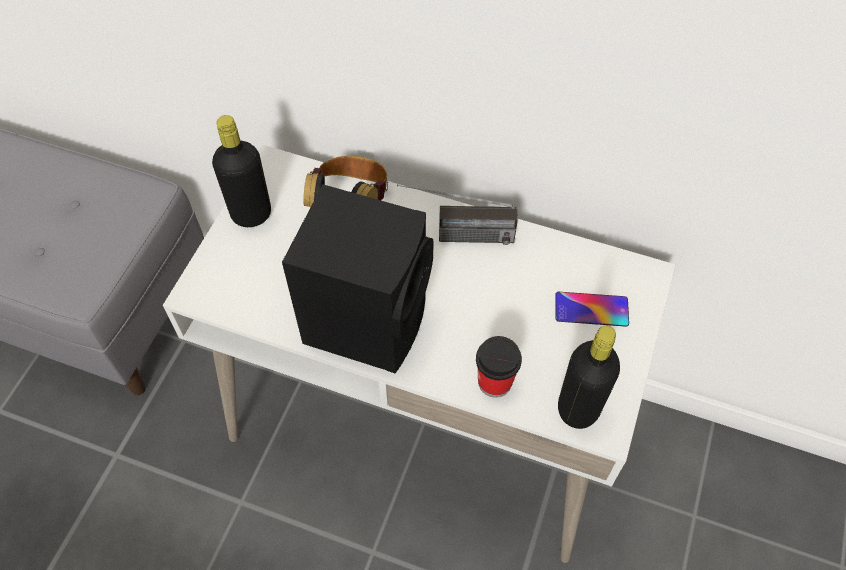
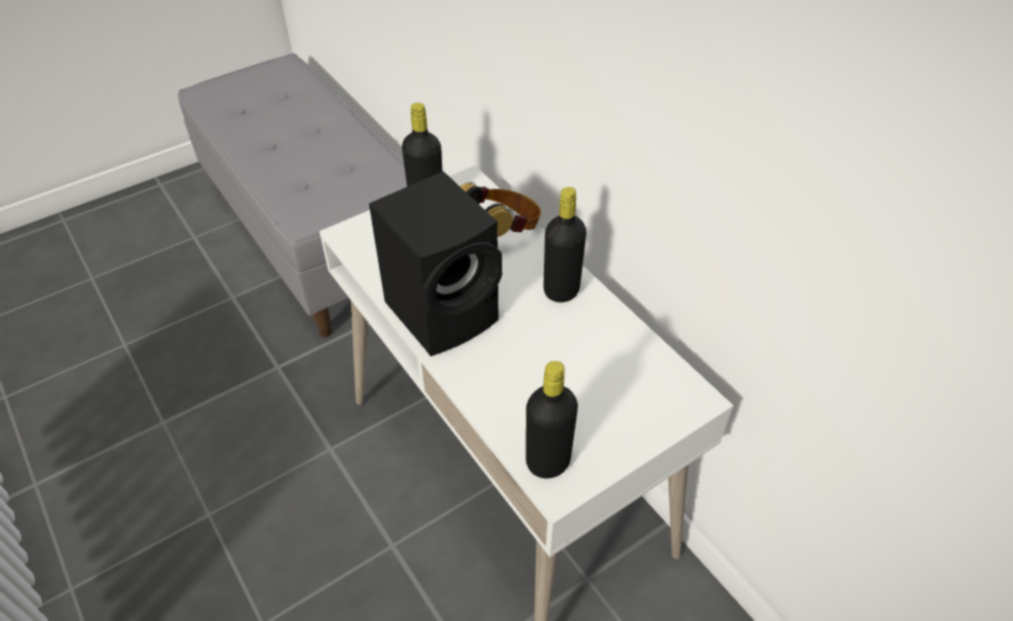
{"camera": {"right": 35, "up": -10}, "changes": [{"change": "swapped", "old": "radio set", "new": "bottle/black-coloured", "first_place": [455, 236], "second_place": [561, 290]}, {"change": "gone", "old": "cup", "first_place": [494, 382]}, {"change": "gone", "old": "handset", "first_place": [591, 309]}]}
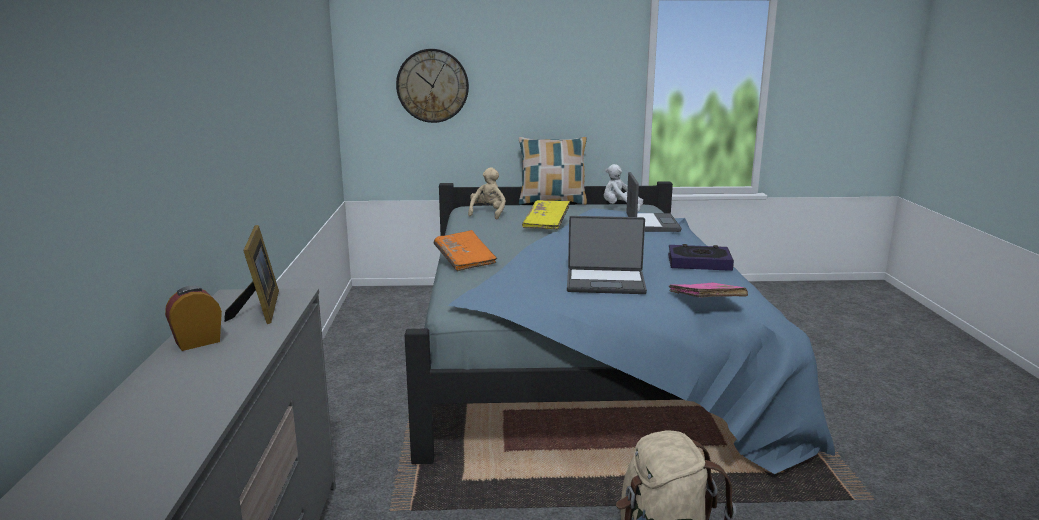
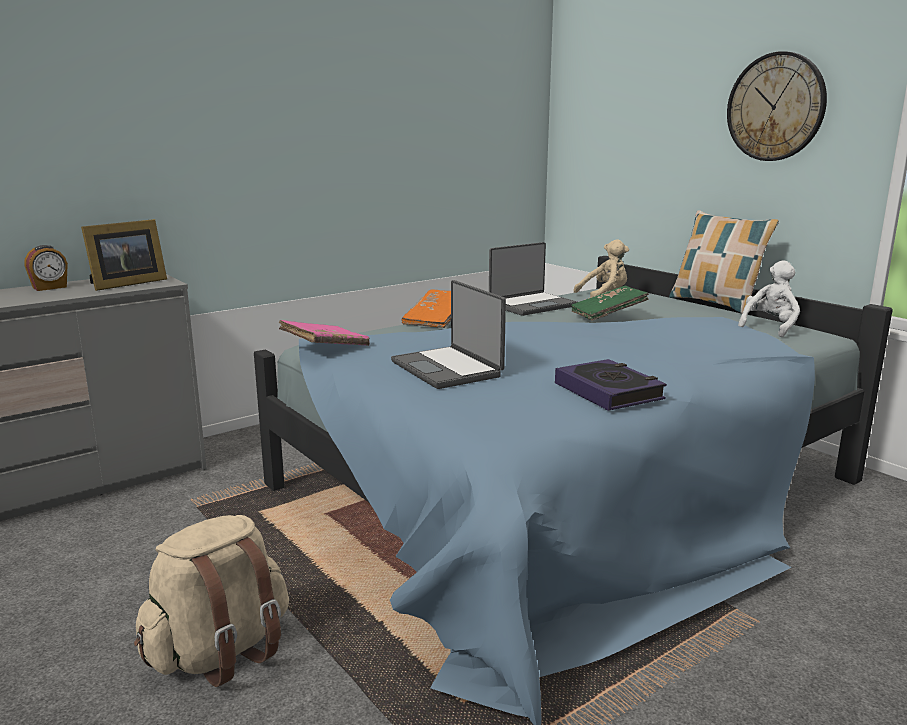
{"camera": {"right": 55, "up": 0}, "changes": [{"change": "rotated", "old": "table clock", "first_place": [197, 342], "second_place": [50, 287], "degrees": 120}, {"change": "shifted", "old": "wall clock", "first_place": [432, 86], "second_place": [775, 107]}, {"change": "repainted", "old": "volume/yellow-coloured", "new": "volume/green", "first_place": [546, 224], "second_place": [608, 314]}, {"change": "rotated", "old": "cuddly toy/whitish", "first_place": [620, 208], "second_place": [769, 327], "degrees": 60}, {"change": "shifted", "old": "laptop", "first_place": [651, 224], "second_place": [531, 305]}, {"change": "shifted", "old": "volume/pink", "first_place": [705, 302], "second_place": [325, 347]}]}
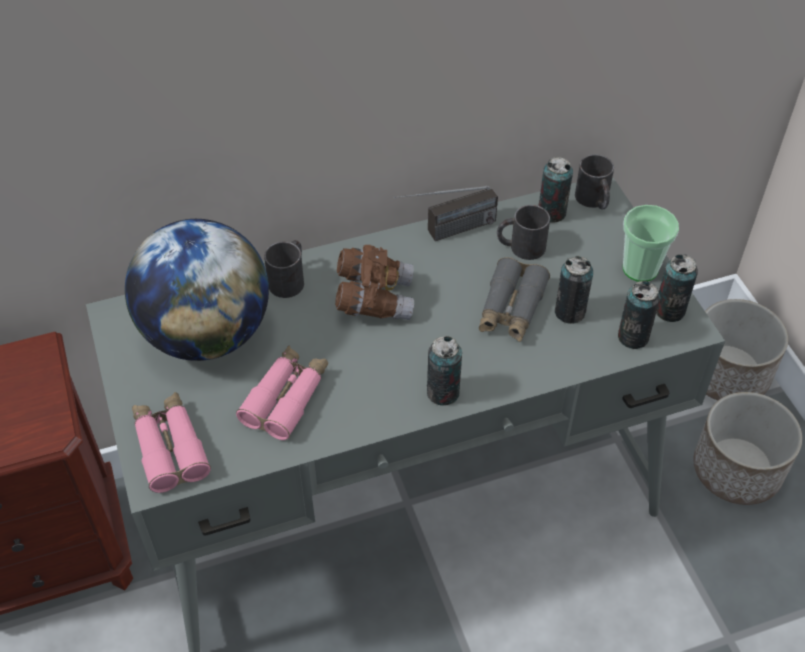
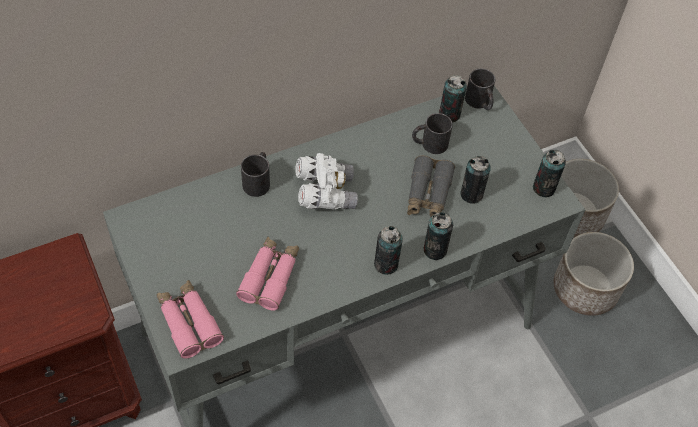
{"camera": {"right": -10, "up": 5}, "changes": [{"change": "gone", "old": "world globe", "first_place": [207, 334]}, {"change": "repainted", "old": "pair of binoculars/brown", "new": "pair of binoculars/whitish", "first_place": [374, 298], "second_place": [325, 192]}, {"change": "gone", "old": "radio set", "first_place": [446, 232]}, {"change": "shifted", "old": "can", "first_place": [633, 337], "second_place": [435, 250]}, {"change": "gone", "old": "cup", "first_place": [640, 269]}]}
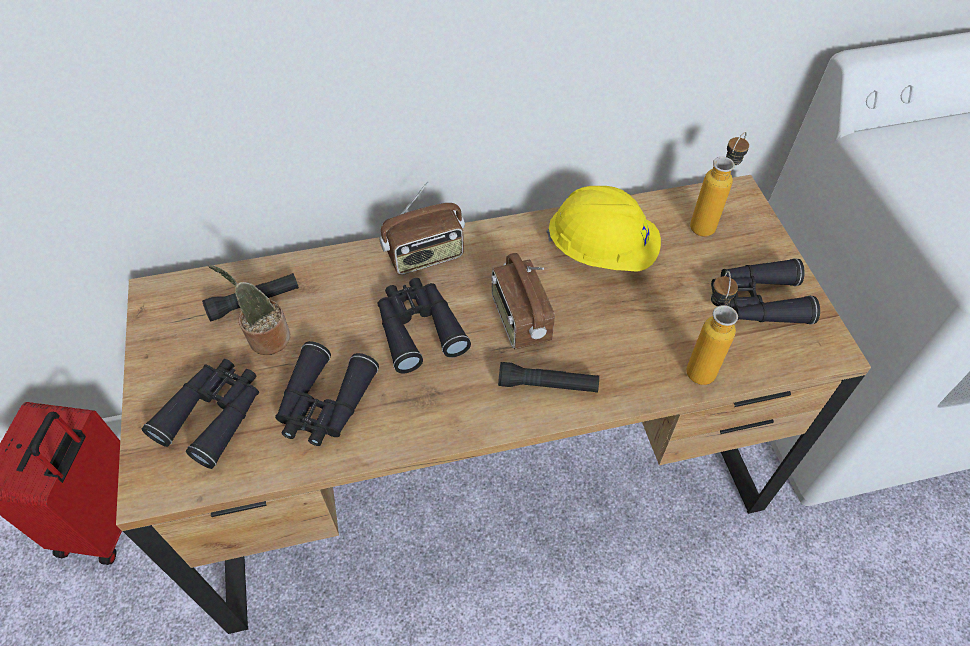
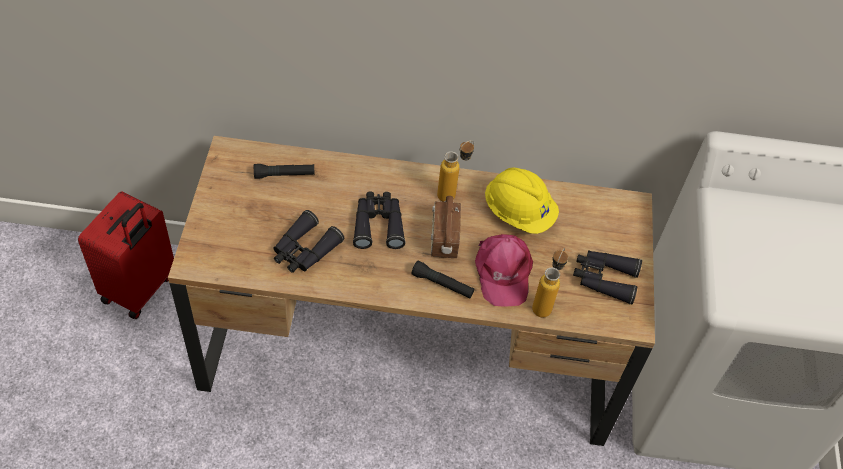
{"camera": {"right": 15, "up": 0}, "changes": [{"change": "gone", "old": "pair of binoculars/black-coloured", "first_place": [214, 415]}, {"change": "gone", "old": "plant in a pot", "first_place": [266, 338]}, {"change": "gone", "old": "radio set", "first_place": [425, 256]}, {"change": "shifted", "old": "bottle", "first_place": [708, 222], "second_place": [452, 193]}, {"change": "new", "new": "peaked cap/pink", "second_place": [502, 272]}]}
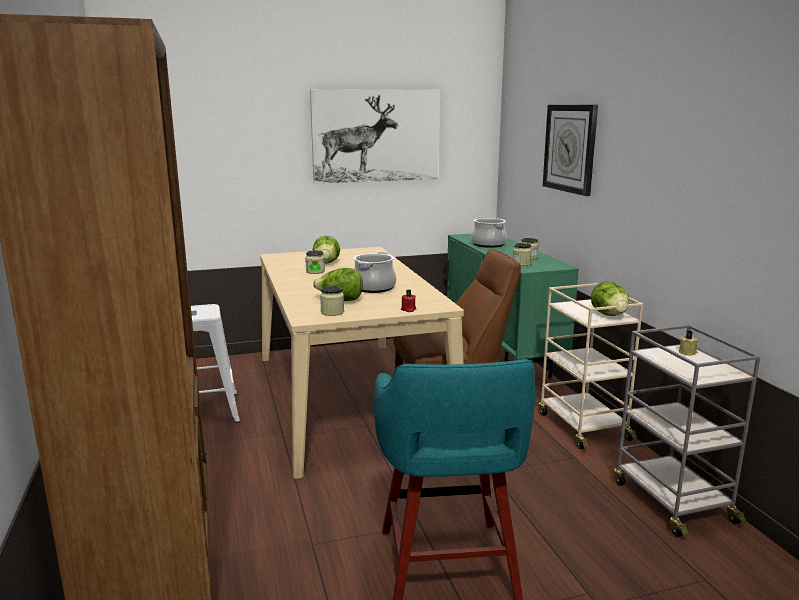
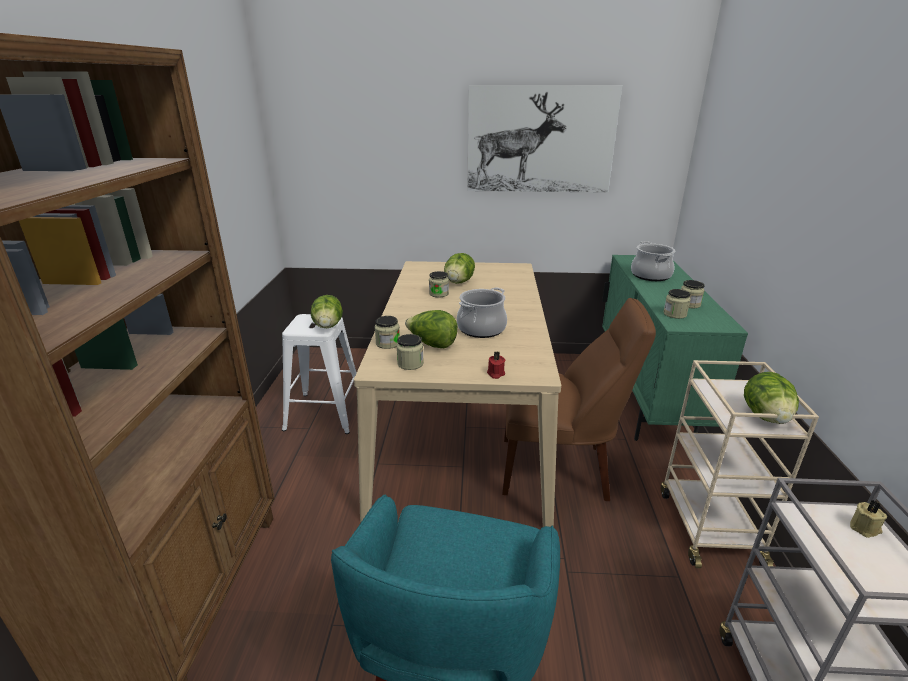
{"camera": {"right": 20, "up": 10}, "changes": [{"change": "gone", "old": "wall clock", "first_place": [570, 148]}, {"change": "new", "new": "head of lettuce", "second_place": [328, 326]}, {"change": "new", "new": "jar", "second_place": [388, 343]}]}
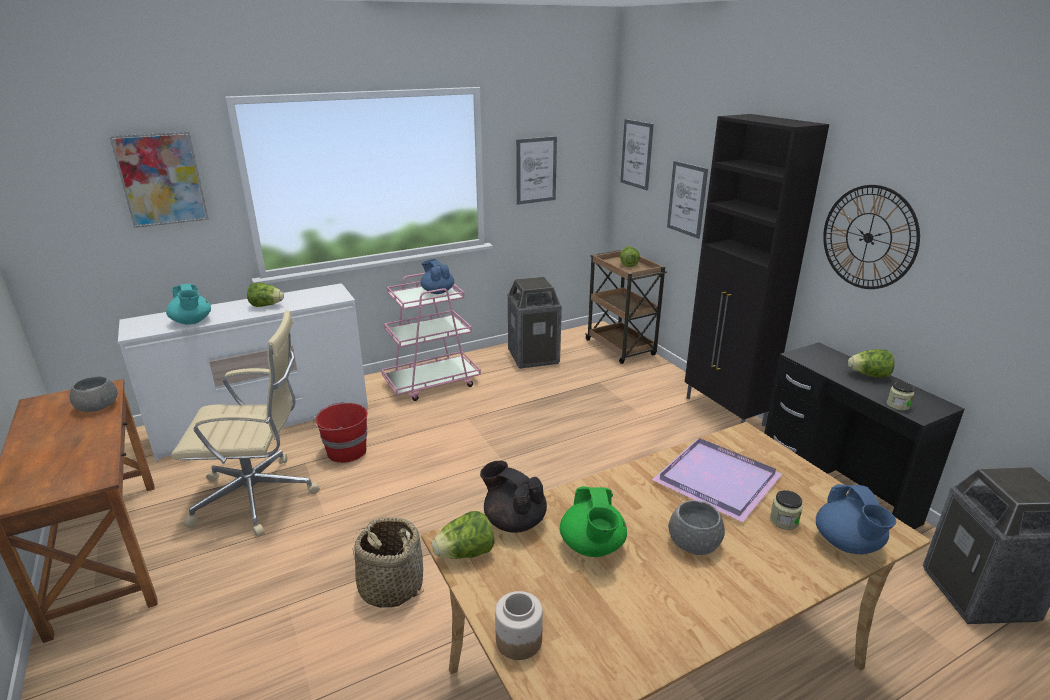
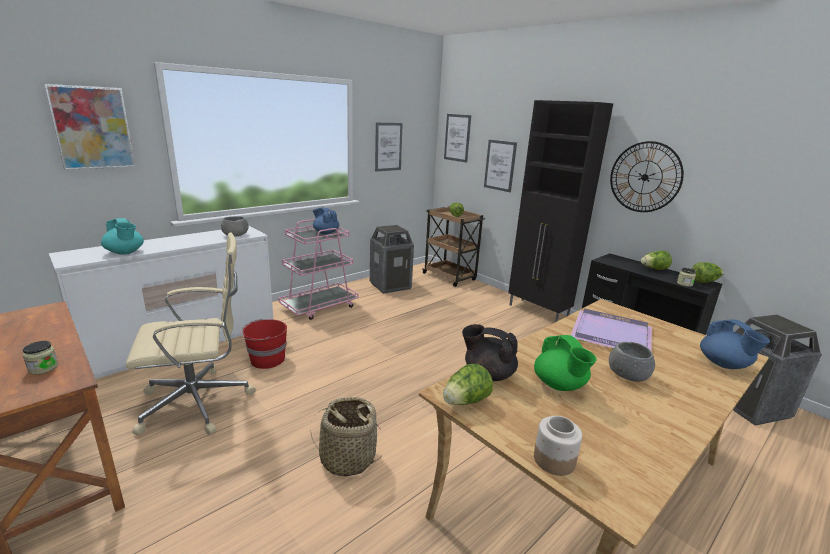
{"camera": {"right": -15, "up": -5}, "changes": [{"change": "shifted", "old": "serving bowl/greyish", "first_place": [97, 406], "second_place": [235, 235]}, {"change": "shifted", "old": "head of lettuce", "first_place": [266, 305], "second_place": [704, 281]}, {"change": "shifted", "old": "jar", "first_place": [784, 521], "second_place": [43, 368]}]}
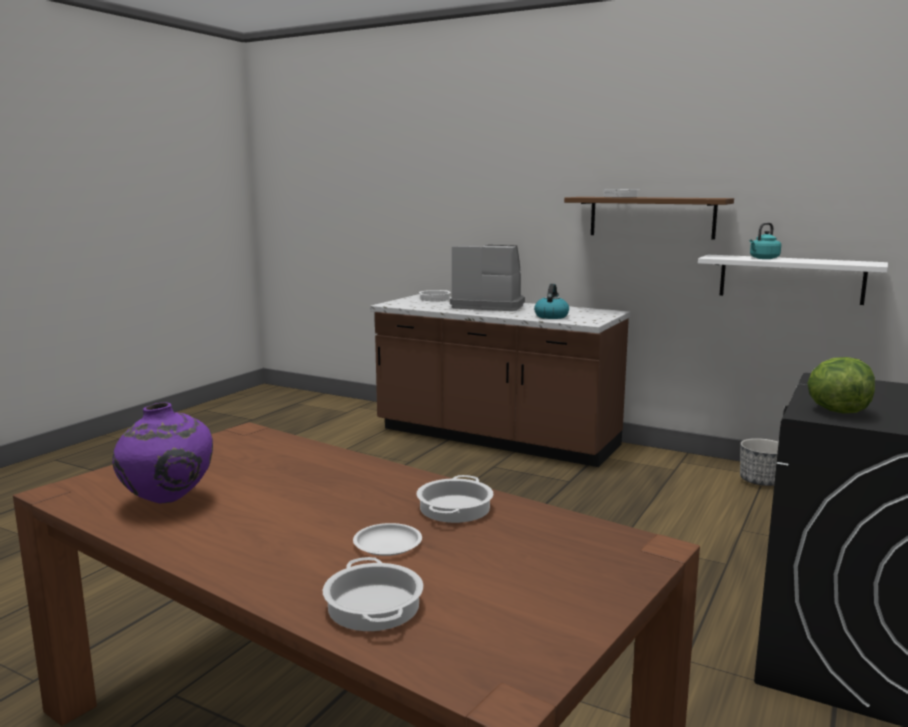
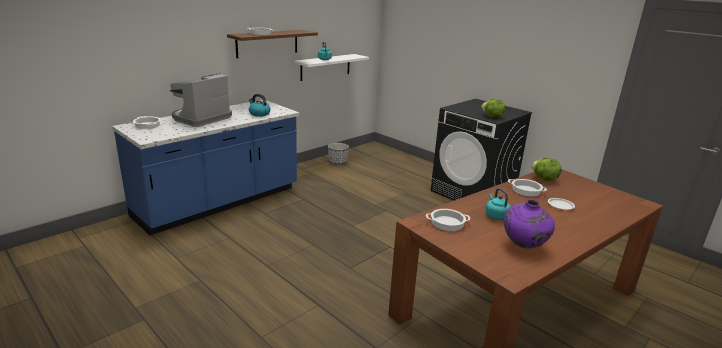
{"camera": {"right": -75, "up": 10}, "changes": [{"change": "shifted", "old": "cooking pot", "first_place": [375, 606], "second_place": [447, 223]}, {"change": "repainted", "old": "counter/brown", "new": "counter/blue", "first_place": [495, 438], "second_place": [219, 203]}, {"change": "new", "new": "kettle/turquoise-coloured", "second_place": [495, 216]}, {"change": "new", "new": "head of lettuce", "second_place": [544, 179]}]}
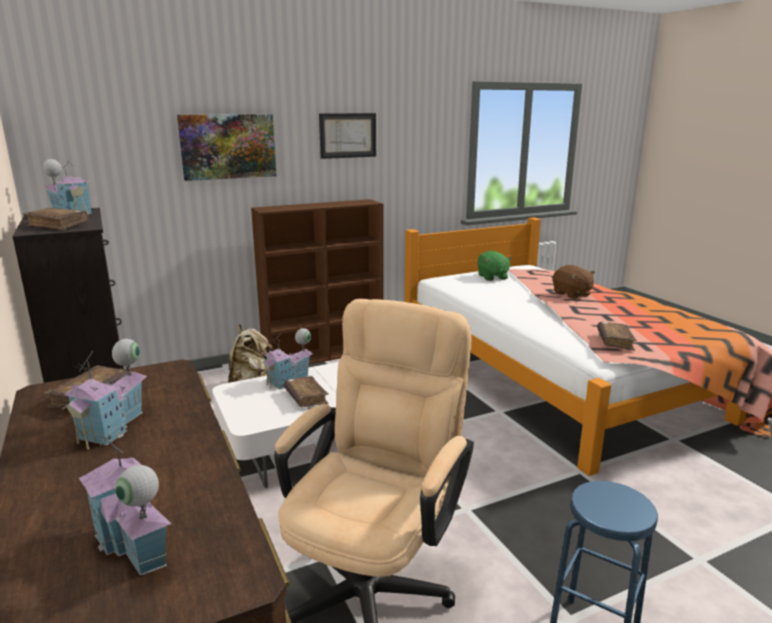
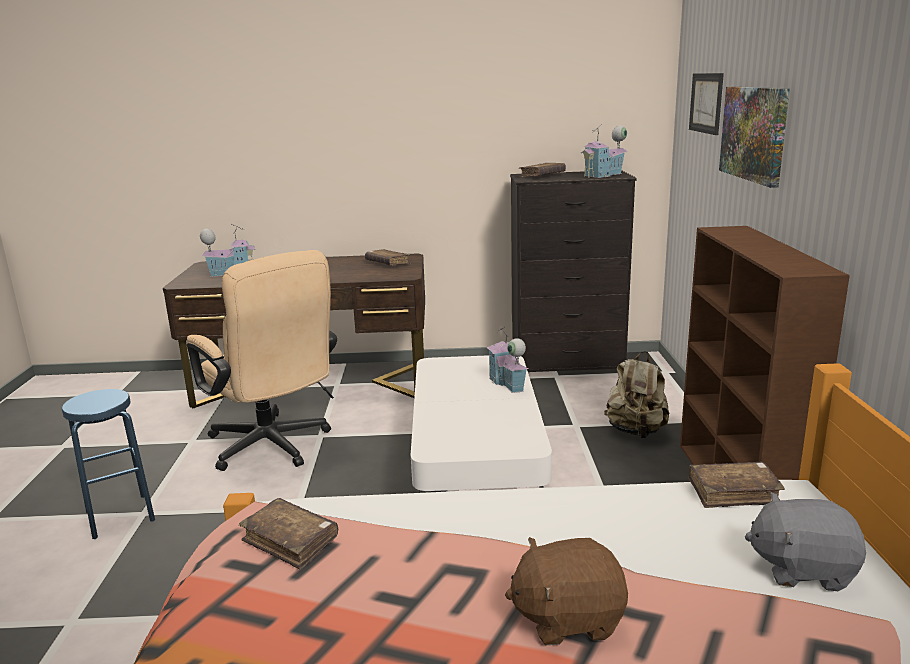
{"camera": {"right": 115, "up": 0}, "changes": [{"change": "gone", "old": "toy house", "first_place": [114, 426]}, {"change": "shifted", "old": "volume/brown", "first_place": [306, 398], "second_place": [733, 493]}, {"change": "shifted", "old": "wall art", "first_place": [348, 135], "second_place": [706, 103]}, {"change": "repainted", "old": "cuddly toy/green", "new": "cuddly toy/greyish", "first_place": [492, 277], "second_place": [802, 568]}]}
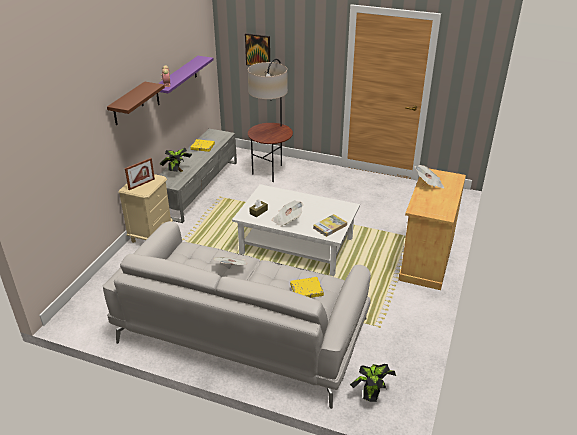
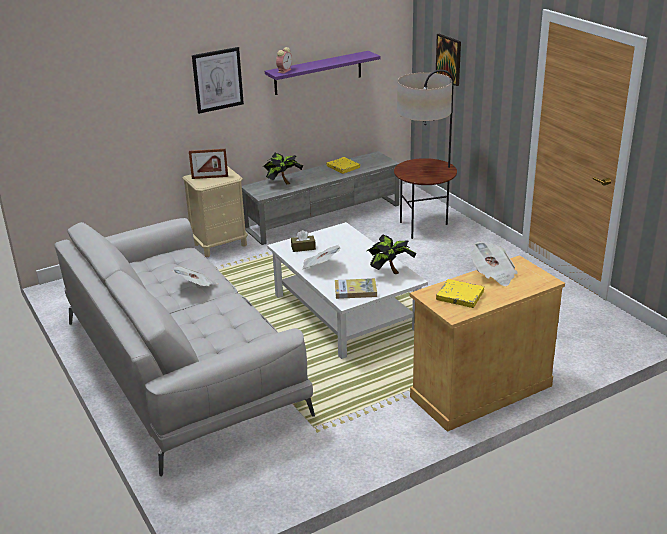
{"camera": {"right": 40, "up": -5}, "changes": [{"change": "swapped", "old": "shelf/brown", "new": "wall art", "first_place": [128, 104], "second_place": [217, 80]}, {"change": "shifted", "old": "volume/yellow-coloured", "first_place": [306, 290], "second_place": [460, 296]}, {"change": "shifted", "old": "plant in a pot", "first_place": [371, 394], "second_place": [390, 272]}]}
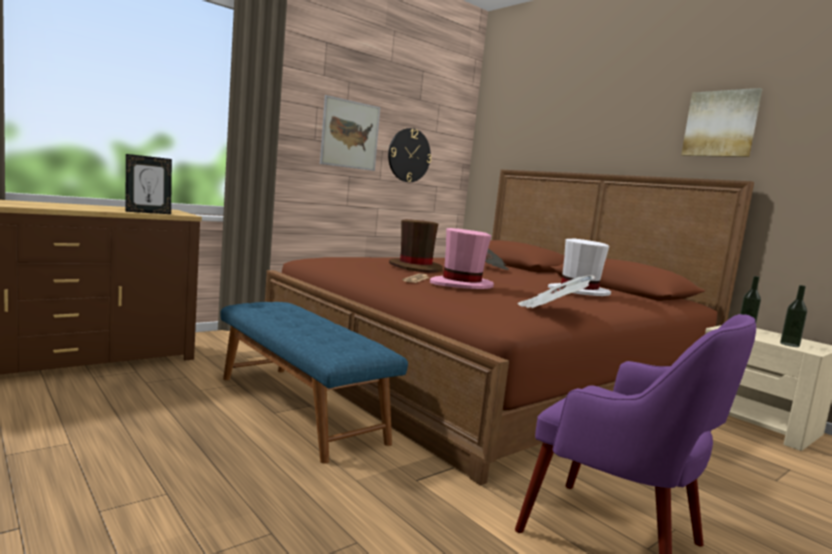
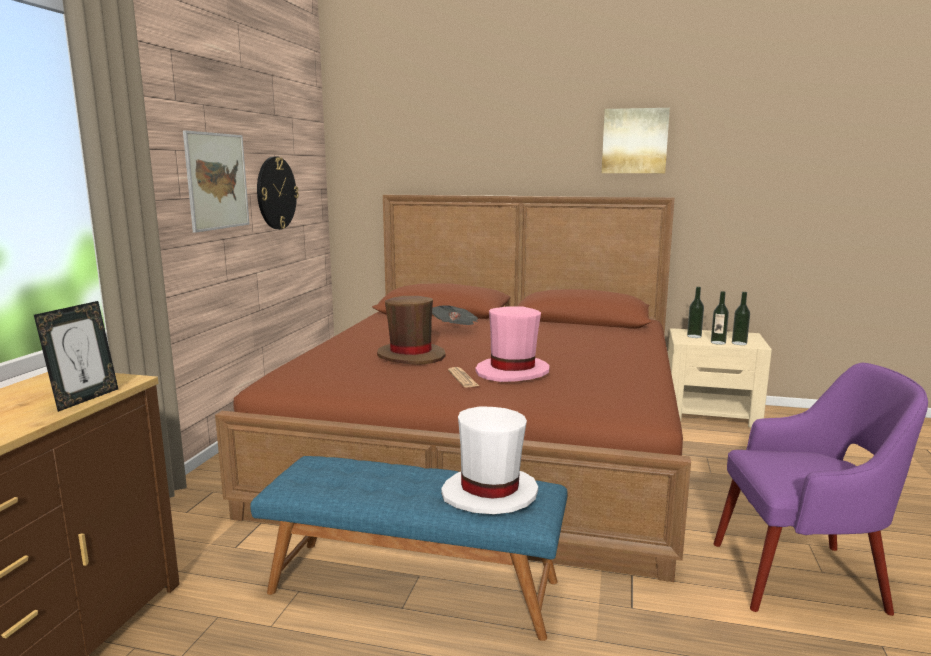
{"camera": {"right": -35, "up": 5}, "changes": [{"change": "gone", "old": "newspaper", "first_place": [552, 310]}, {"change": "shifted", "old": "hat/whitish", "first_place": [578, 292], "second_place": [489, 493]}, {"change": "new", "new": "bottle", "second_place": [718, 342]}]}
